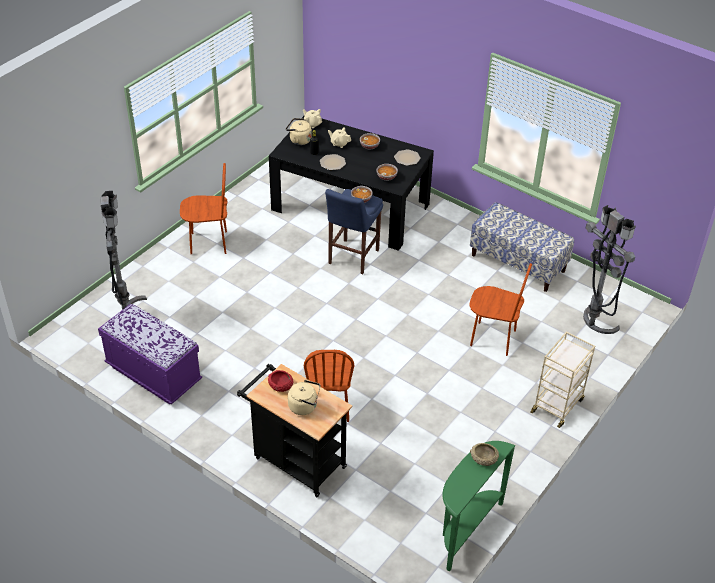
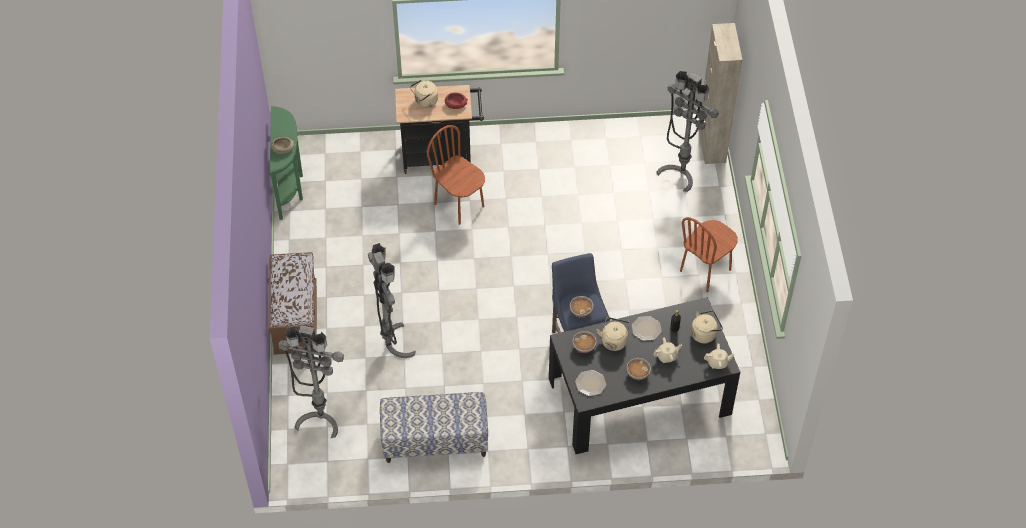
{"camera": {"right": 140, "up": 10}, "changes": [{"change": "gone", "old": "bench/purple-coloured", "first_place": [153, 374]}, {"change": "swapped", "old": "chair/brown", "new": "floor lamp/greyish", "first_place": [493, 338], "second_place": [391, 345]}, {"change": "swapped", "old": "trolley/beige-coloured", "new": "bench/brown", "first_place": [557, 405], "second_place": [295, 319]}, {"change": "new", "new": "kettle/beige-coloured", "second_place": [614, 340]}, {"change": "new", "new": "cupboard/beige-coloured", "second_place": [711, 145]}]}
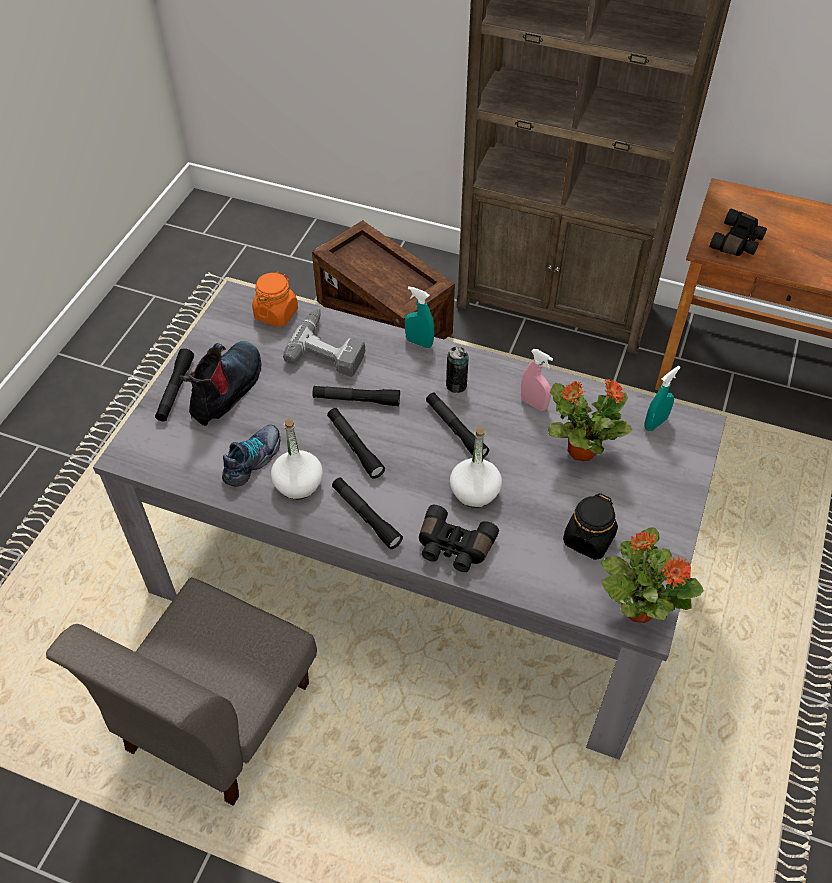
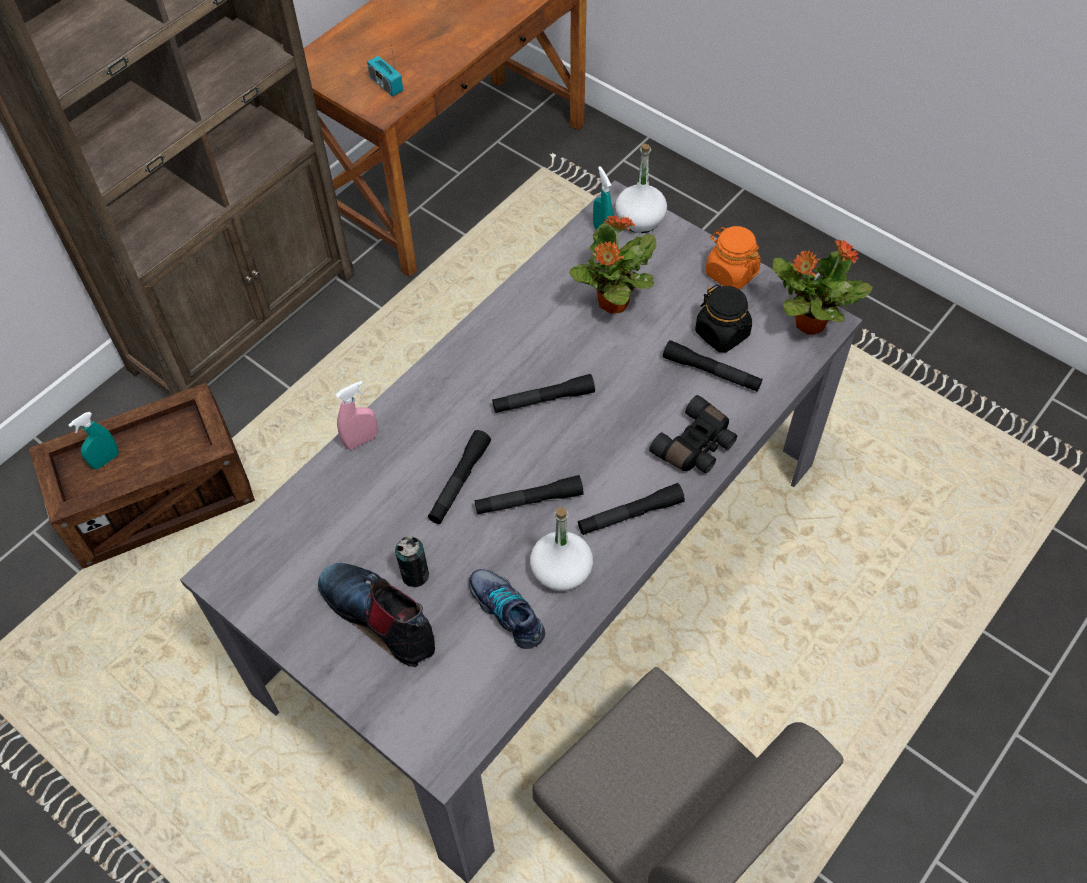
{"camera": {"right": -70, "up": 5}, "changes": [{"change": "shifted", "old": "flashlight/black-coloured", "first_place": [175, 390], "second_place": [711, 372]}, {"change": "shifted", "old": "jar/orange-coloured", "first_place": [276, 314], "second_place": [731, 273]}, {"change": "gone", "old": "electric drill", "first_place": [330, 347]}, {"change": "shifted", "old": "hand sprayer/turquoise-coloured", "first_place": [419, 342], "second_place": [105, 460]}, {"change": "shifted", "old": "can", "first_place": [456, 385], "second_place": [415, 575]}, {"change": "shifted", "old": "bottle/whitish", "first_place": [475, 492], "second_place": [640, 219]}, {"change": "shifted", "old": "hand sprayer/pink", "first_place": [534, 404], "second_place": [361, 440]}, {"change": "swapped", "old": "pair of binoculars/black-coloured", "new": "radio set", "first_place": [737, 242], "second_place": [386, 85]}]}
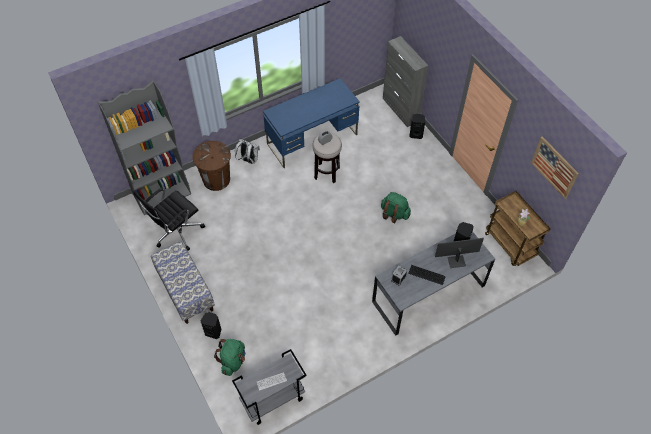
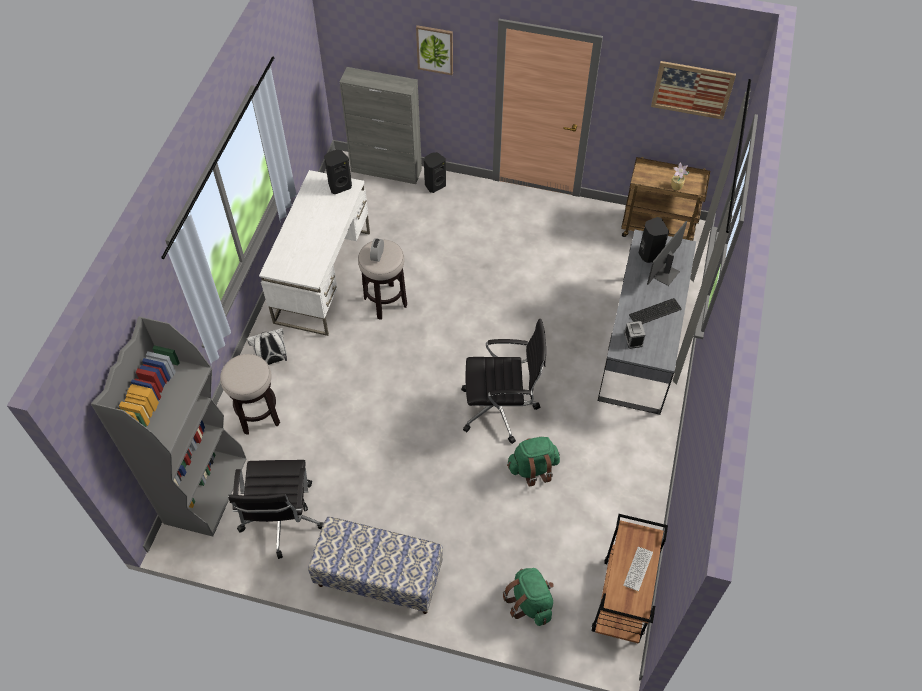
{"camera": {"right": -45, "up": 0}, "changes": [{"change": "swapped", "old": "trash can/brown", "new": "stool", "first_place": [216, 180], "second_place": [259, 415]}, {"change": "shifted", "old": "speaker/black-coloured", "first_place": [213, 331], "second_place": [339, 186]}, {"change": "repainted", "old": "trolley/greyish", "new": "trolley/brown", "first_place": [272, 400], "second_place": [622, 601]}, {"change": "repainted", "old": "desk unit/blue", "new": "desk unit/whitish", "first_place": [312, 139], "second_place": [323, 276]}, {"change": "shifted", "old": "knapsack/green", "first_place": [394, 214], "second_place": [533, 468]}, {"change": "new", "new": "wall art", "second_place": [435, 49]}, {"change": "new", "new": "computer chair/black-coloured", "second_place": [501, 409]}]}
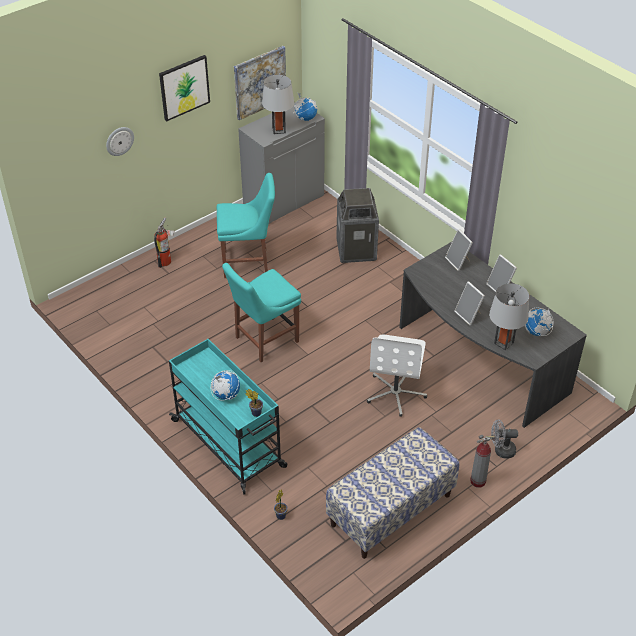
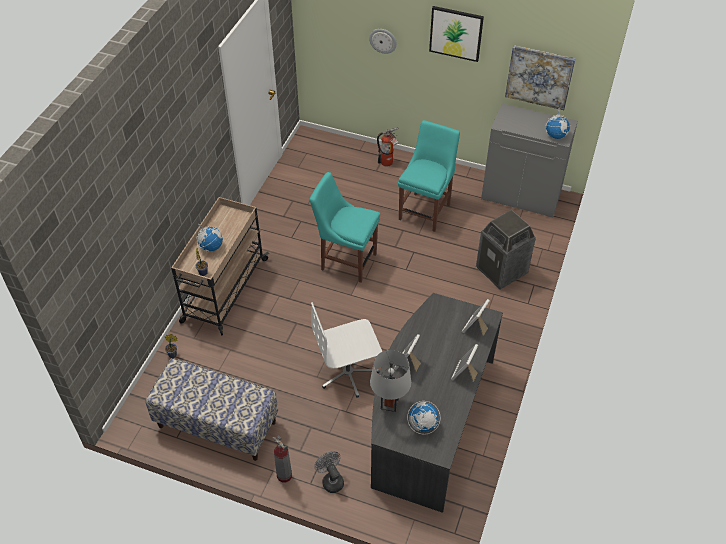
{"camera": {"right": 60, "up": 5}, "changes": [{"change": "repainted", "old": "trolley/turquoise-coloured", "new": "trolley/beige-coloured", "first_place": [229, 444], "second_place": [224, 291]}, {"change": "rotated", "old": "chair/turquoise-coloured", "first_place": [248, 263], "second_place": [426, 210], "degrees": -120}, {"change": "gone", "old": "lamp for a table/greyish", "first_place": [279, 130]}]}
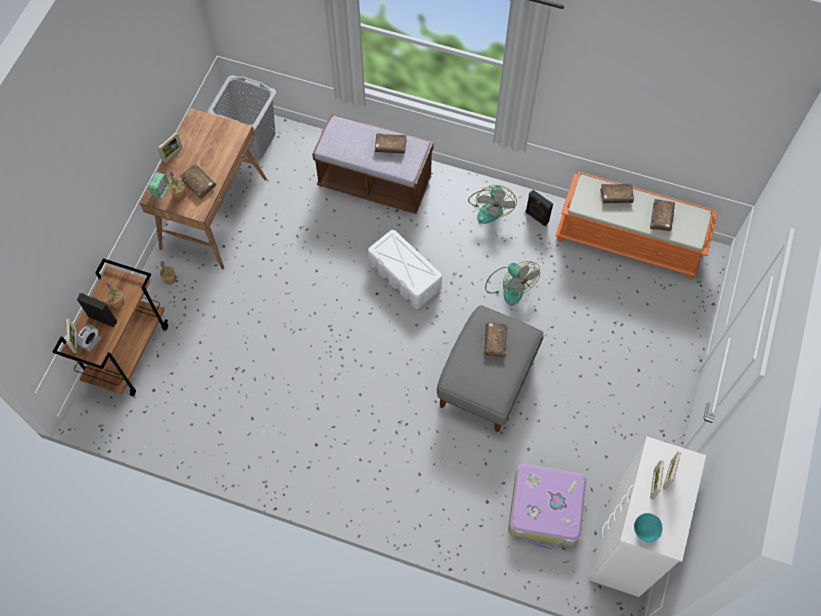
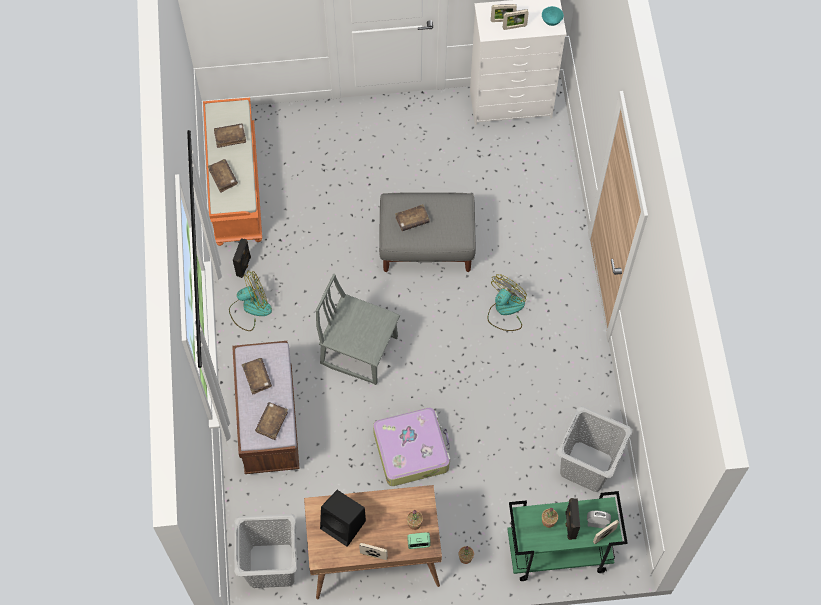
{"camera": {"right": -115, "up": 0}, "changes": [{"change": "repainted", "old": "trolley/brown", "new": "trolley/green", "first_place": [128, 352], "second_place": [557, 553]}, {"change": "shifted", "old": "volume/brown", "first_place": [199, 184], "second_place": [272, 422]}, {"change": "swapped", "old": "storage bin/whitish", "new": "chair/greyish", "first_place": [405, 276], "second_place": [359, 350]}, {"change": "shifted", "old": "fan", "first_place": [509, 285], "second_place": [505, 310]}, {"change": "shifted", "old": "suitcase", "first_place": [546, 509], "second_place": [412, 450]}, {"change": "new", "new": "speaker/black-coloured", "second_place": [344, 525]}, {"change": "new", "new": "laundry basket/greyish", "second_place": [587, 467]}]}
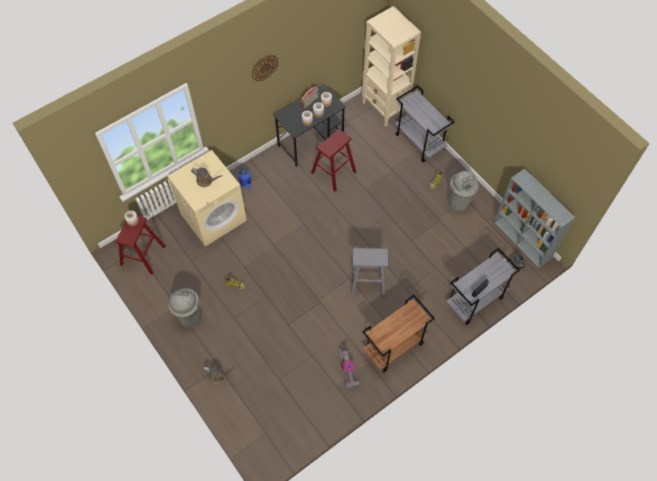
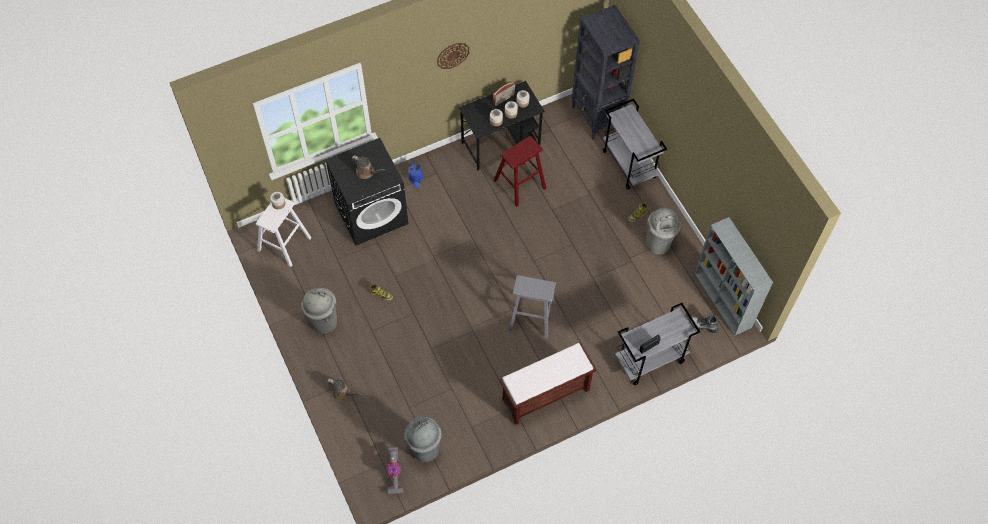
{"camera": {"right": 10, "up": 0}, "changes": [{"change": "repainted", "old": "stool/red-coloured", "new": "stool/whitish", "first_place": [143, 255], "second_place": [284, 244]}, {"change": "repainted", "old": "washing machine/beige-coloured", "new": "washing machine/black-coloured", "first_place": [213, 217], "second_place": [371, 213]}, {"change": "shifted", "old": "hoover", "first_place": [347, 370], "second_place": [394, 473]}, {"change": "repainted", "old": "bookcase/beige-coloured", "new": "bookcase/black-coloured", "first_place": [385, 108], "second_place": [597, 117]}, {"change": "swapped", "old": "trolley/brown", "new": "bench/brown", "first_place": [393, 347], "second_place": [545, 395]}, {"change": "new", "new": "trash can/greyish", "second_place": [425, 449]}]}
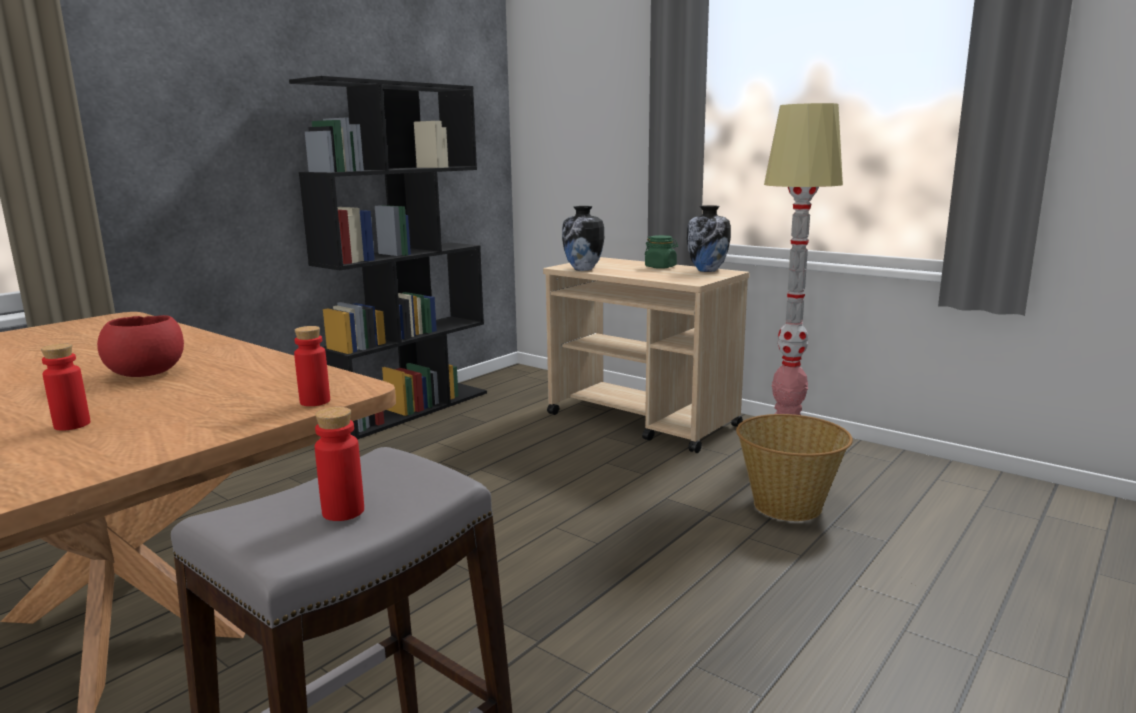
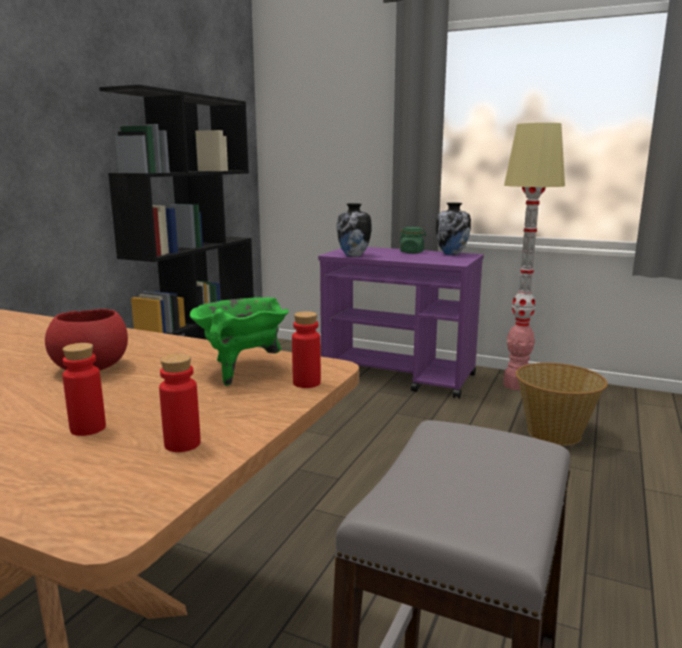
{"camera": {"right": -15, "up": 0}, "changes": [{"change": "shifted", "old": "bottle/red-coloured", "first_place": [343, 511], "second_place": [182, 444]}, {"change": "repainted", "old": "trolley/beige-coloured", "new": "trolley/purple-coloured", "first_place": [643, 420], "second_place": [399, 376]}, {"change": "new", "new": "cooking pot/green", "second_place": [241, 370]}]}
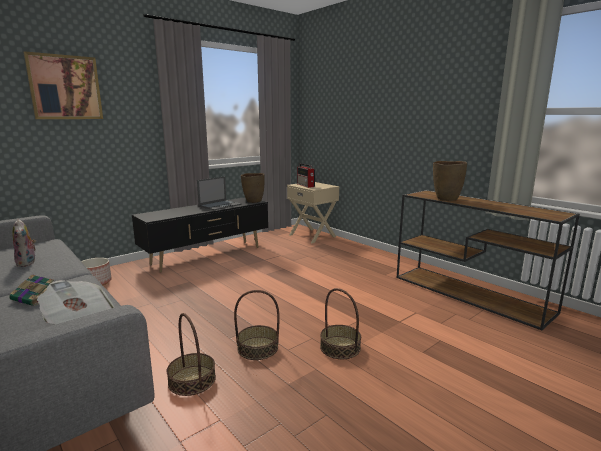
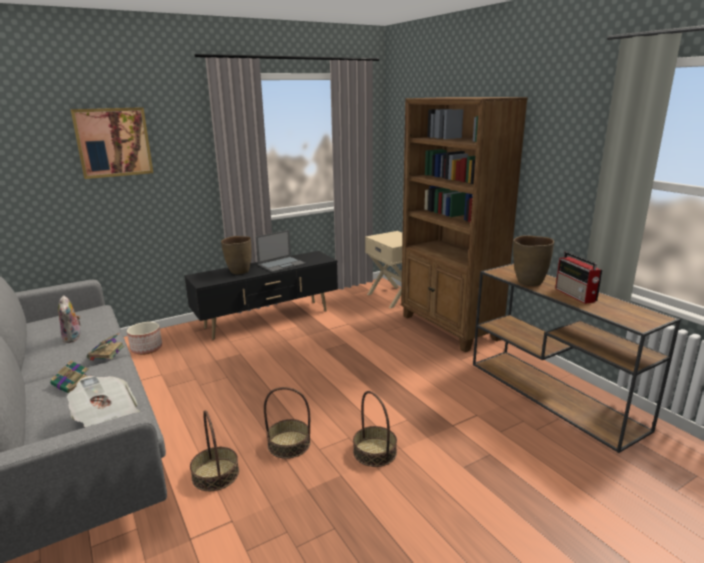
{"camera": {"right": 10, "up": 5}, "changes": [{"change": "shifted", "old": "decorative vase/brown", "first_place": [253, 201], "second_place": [239, 272]}, {"change": "shifted", "old": "radio set", "first_place": [306, 185], "second_place": [576, 295]}, {"change": "new", "new": "volume", "second_place": [106, 353]}, {"change": "new", "new": "bookcase/brown", "second_place": [449, 328]}]}
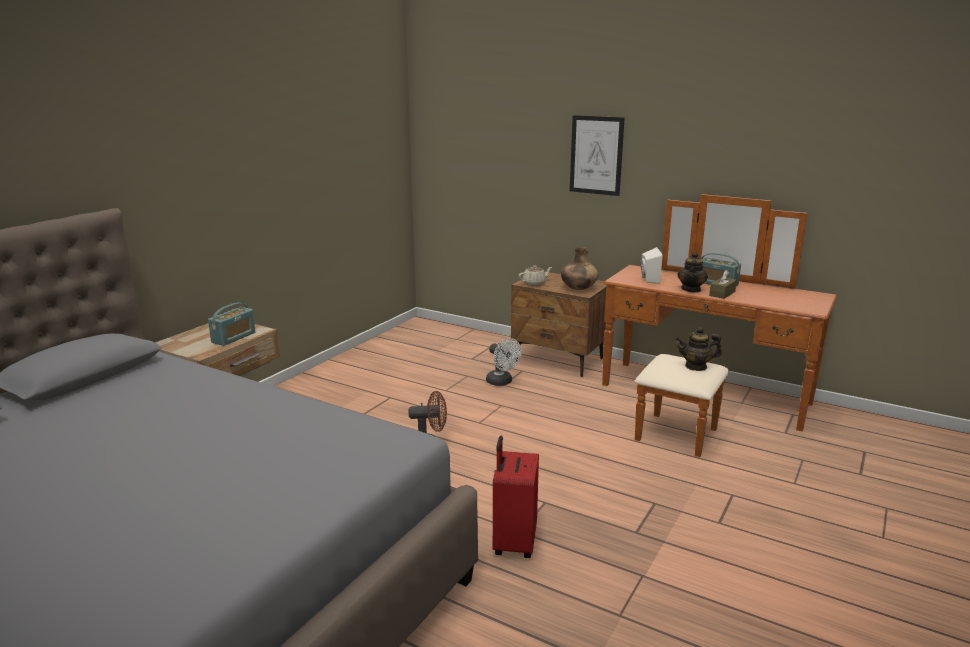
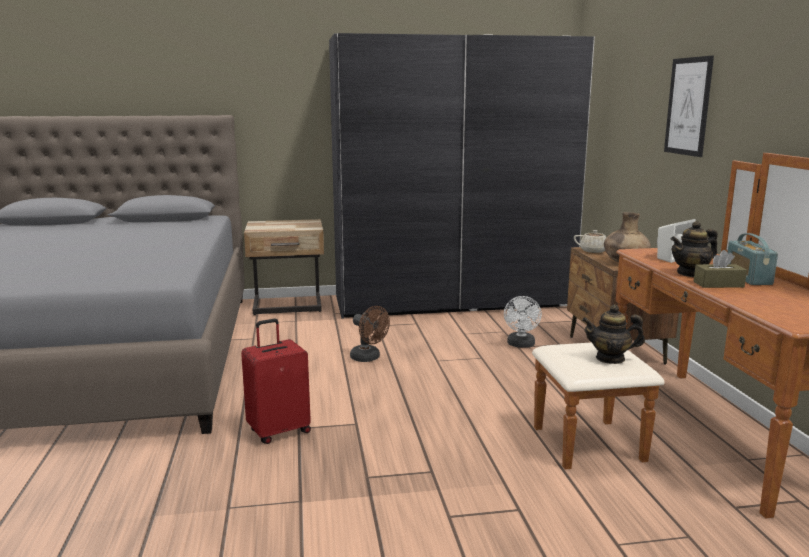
{"camera": {"right": 50, "up": -5}, "changes": [{"change": "gone", "old": "radio set", "first_place": [233, 337]}, {"change": "rotated", "old": "tea pot", "first_place": [696, 366], "second_place": [610, 358], "degrees": -45}, {"change": "new", "new": "wardrobe/greyish", "second_place": [453, 301]}]}
